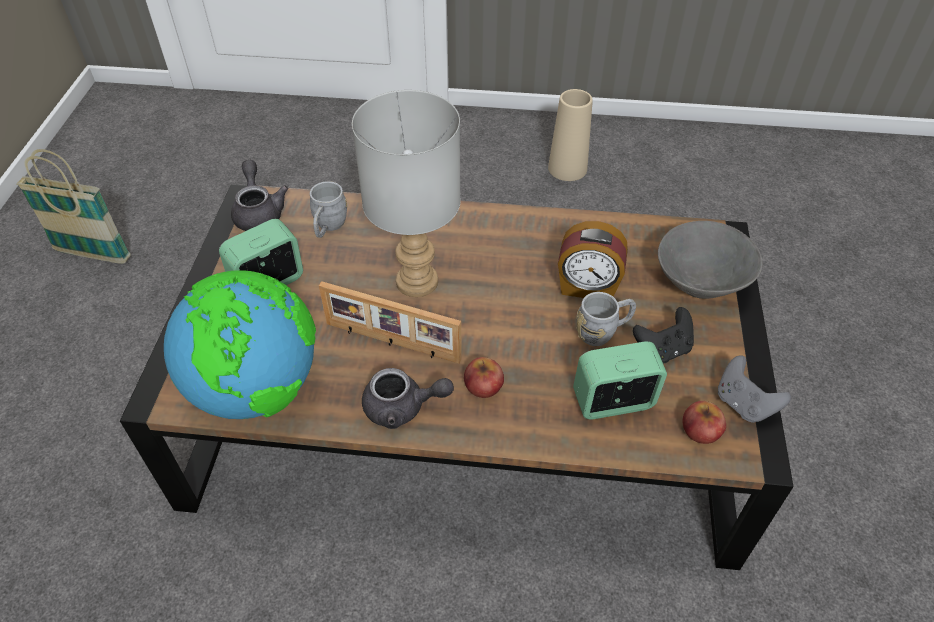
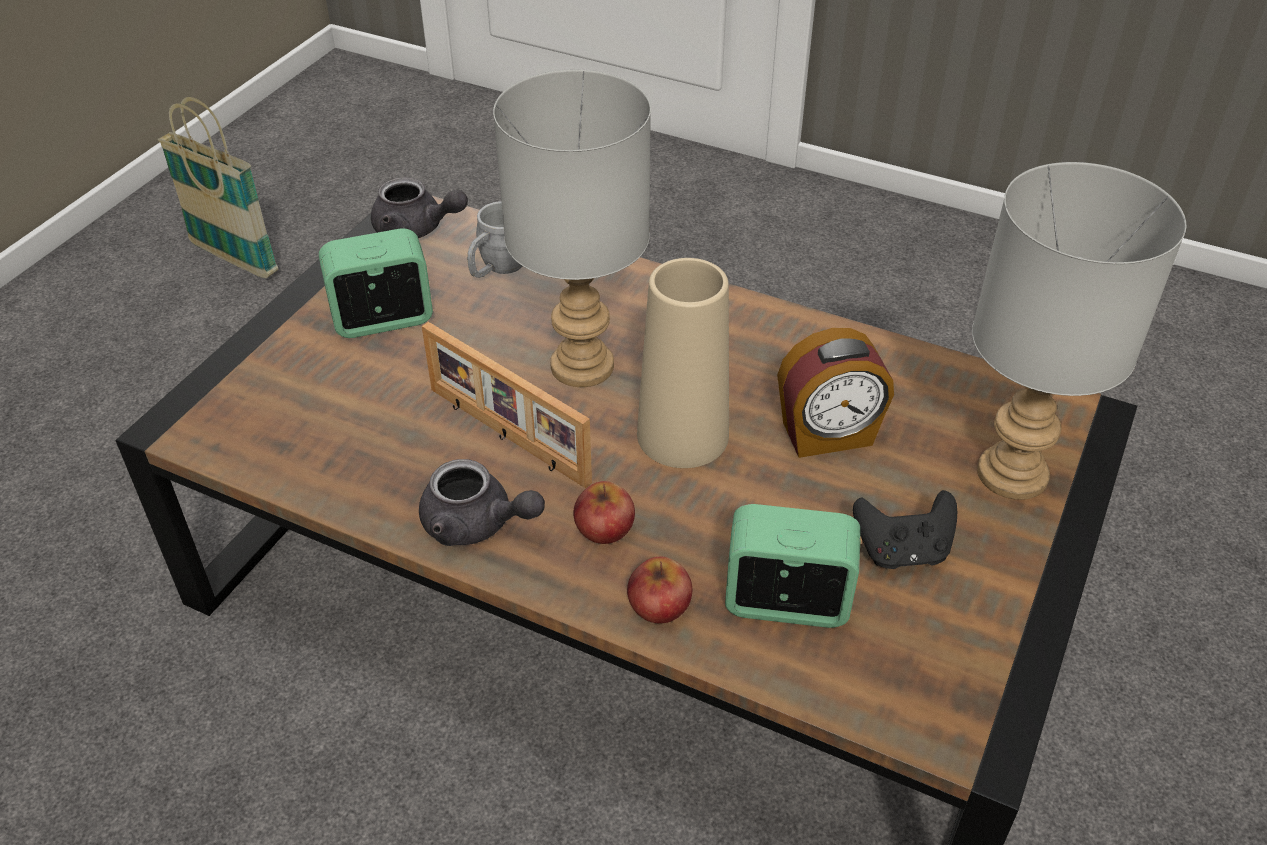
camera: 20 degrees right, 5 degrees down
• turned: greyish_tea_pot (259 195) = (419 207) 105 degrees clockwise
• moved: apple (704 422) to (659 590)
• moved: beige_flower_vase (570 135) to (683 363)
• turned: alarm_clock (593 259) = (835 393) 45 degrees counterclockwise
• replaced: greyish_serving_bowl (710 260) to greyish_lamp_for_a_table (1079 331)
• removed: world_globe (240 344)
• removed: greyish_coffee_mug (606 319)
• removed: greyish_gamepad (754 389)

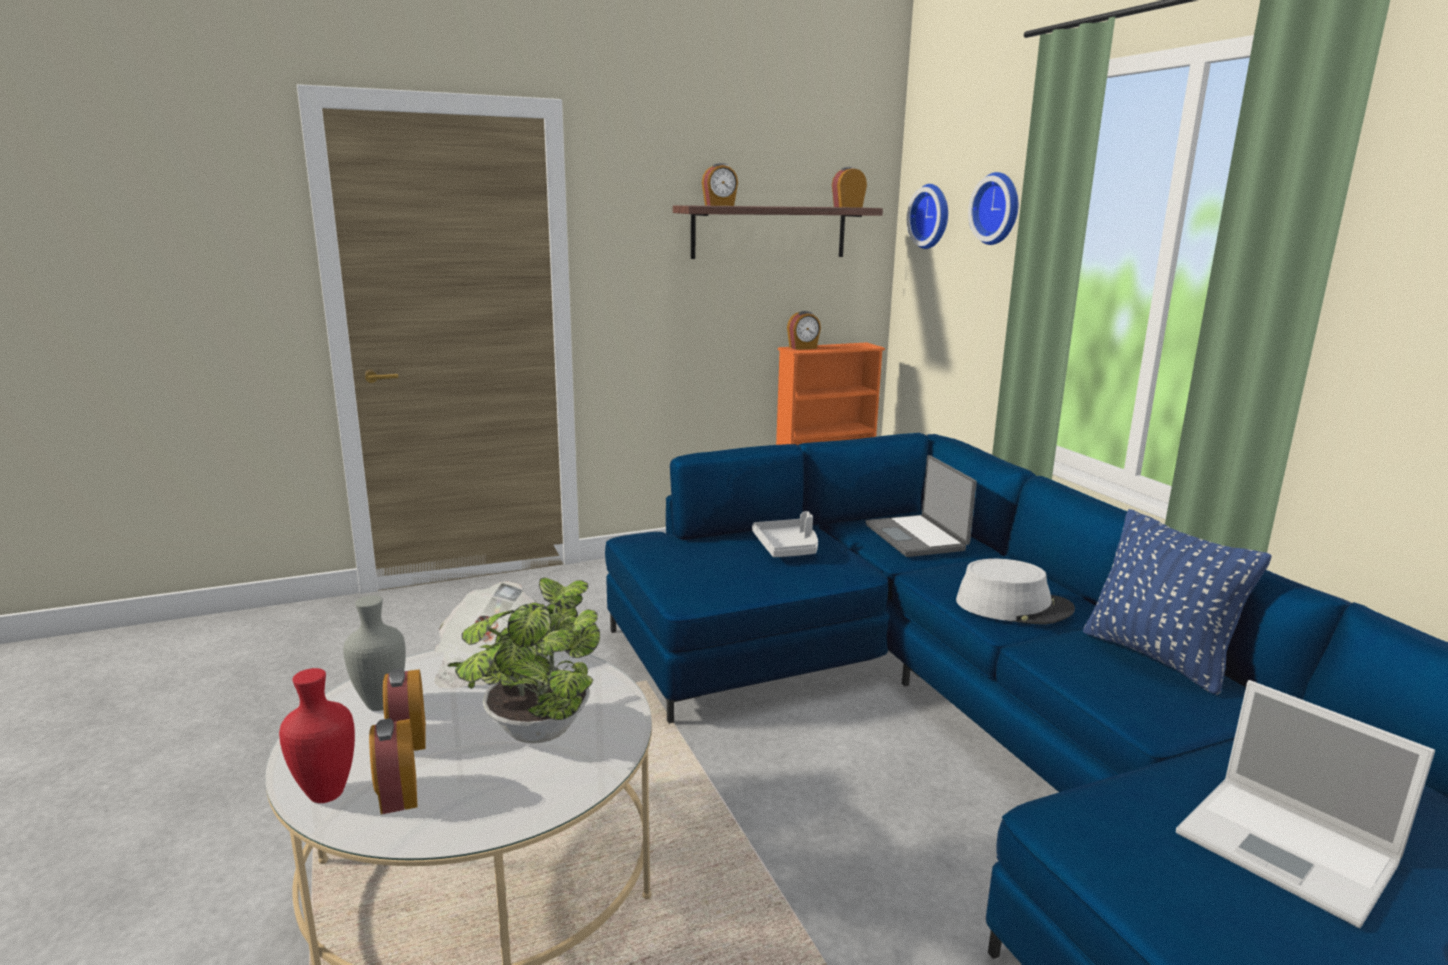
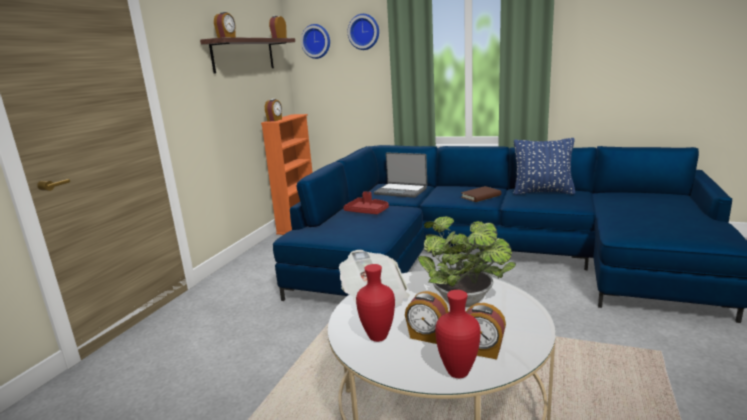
camera: 45 degrees left, 0 degrees up
• recoloured: greyish_carrying_tray (785 534) to reddish_carrying_tray (366 202)
• recoloured: greyish_flower_vase (374 653) to reddish_flower_vase (375 303)
• replaced: greyish_hat (1015 592) to brownish_volume (481 194)
• removed: laptop (1305 804)

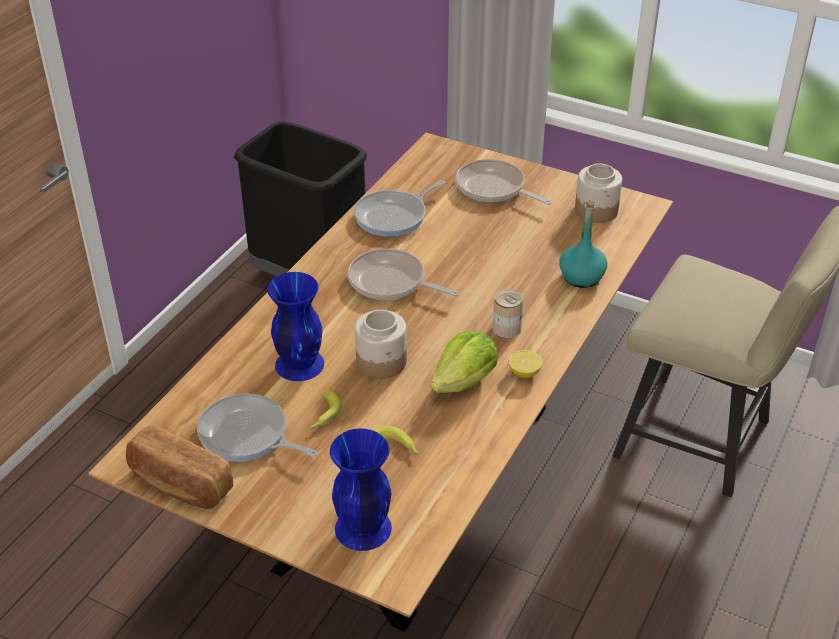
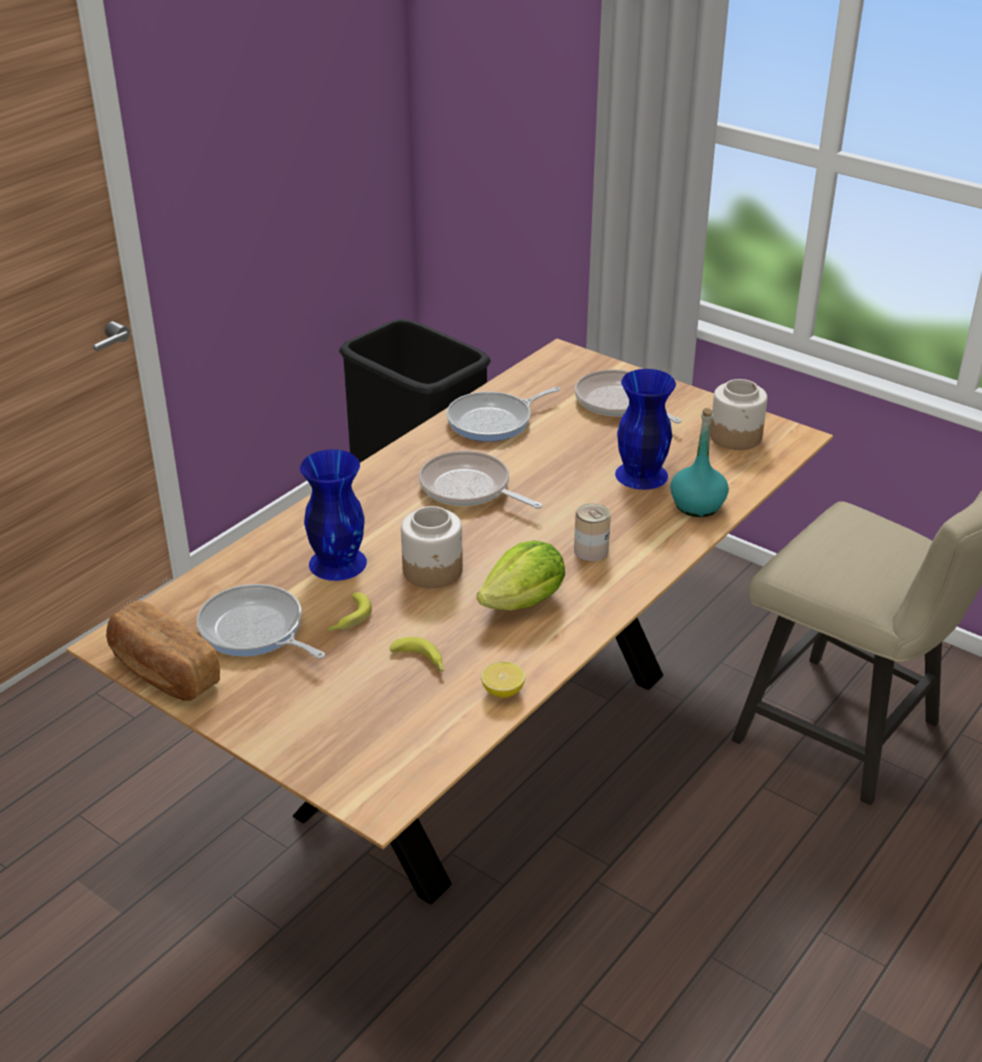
camera: 10 degrees right, 5 degrees down
• moved: lemon (525 364) to (503 679)
• moved: bluish_flower_vase (361 489) to (645 429)

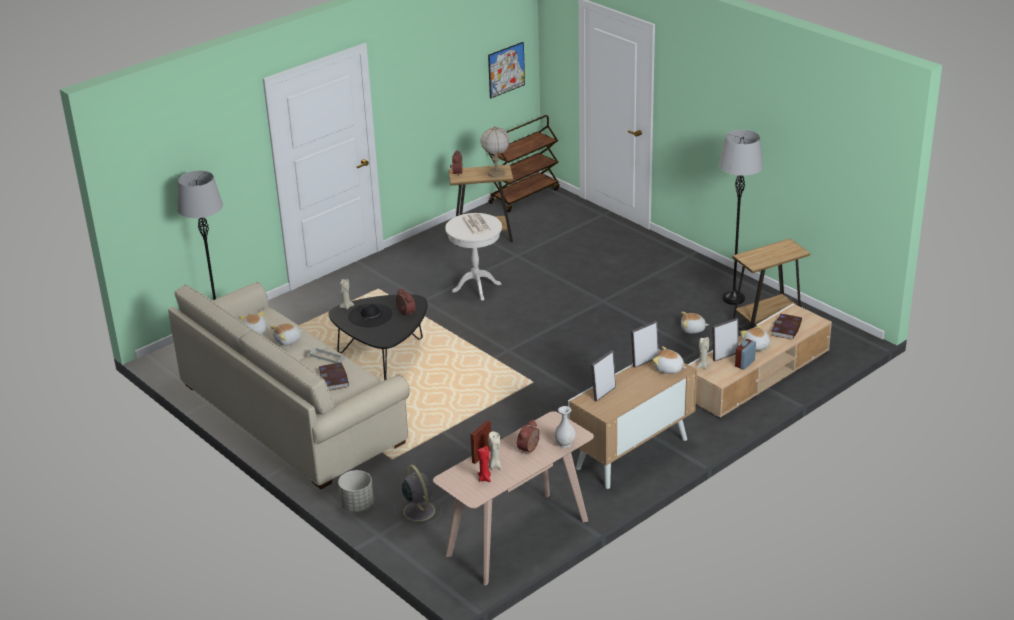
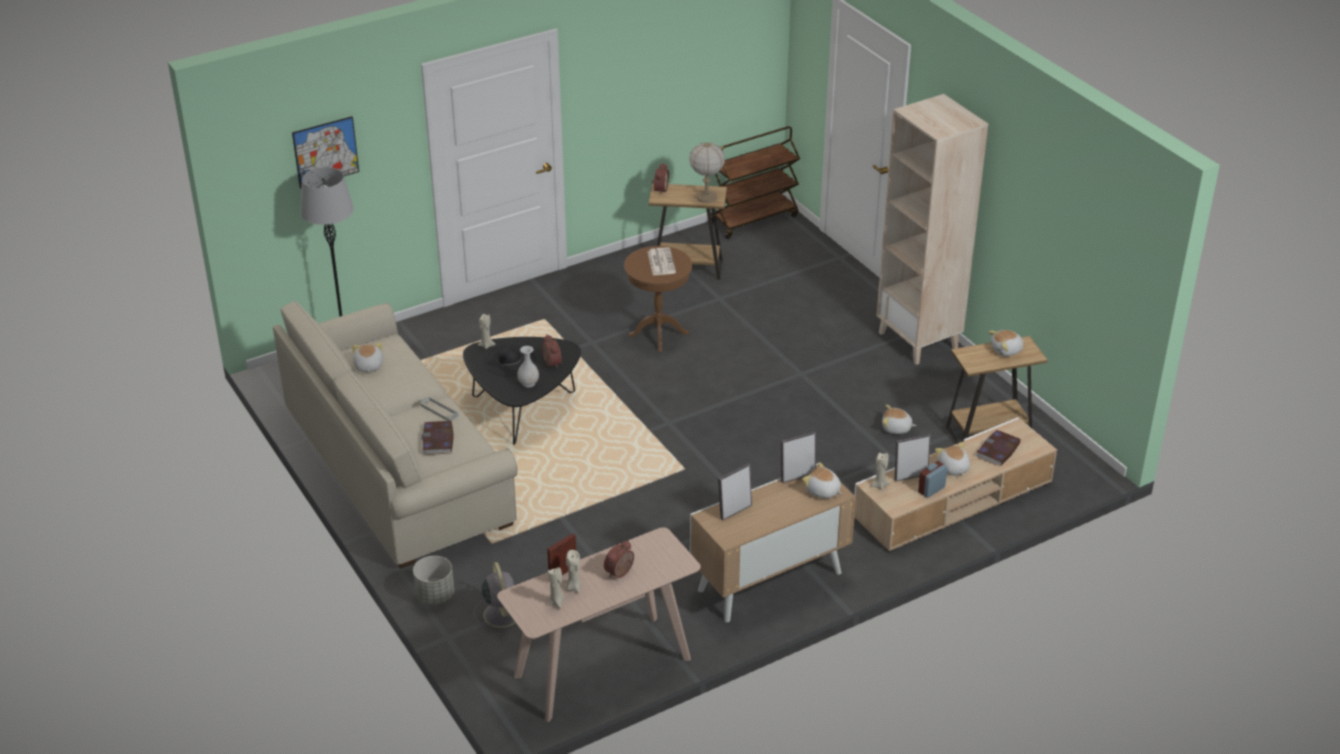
camera: 10 degrees right, 5 degrees up
• moved: picture (506 70) to (325 152)
• moved: whitish_flower_vase (565 427) to (528 366)
• recoloured: reddish_candle (484 464) to beige_candle (556 588)
• recoloured: whitish_side_table (473 257) to brownish_side_table (658 299)
• added: beige_shelving_unit (932 229)
• moved: plush_toy (286 334) to (1007 343)
• removed: greyish_standard_lamp (741 217)

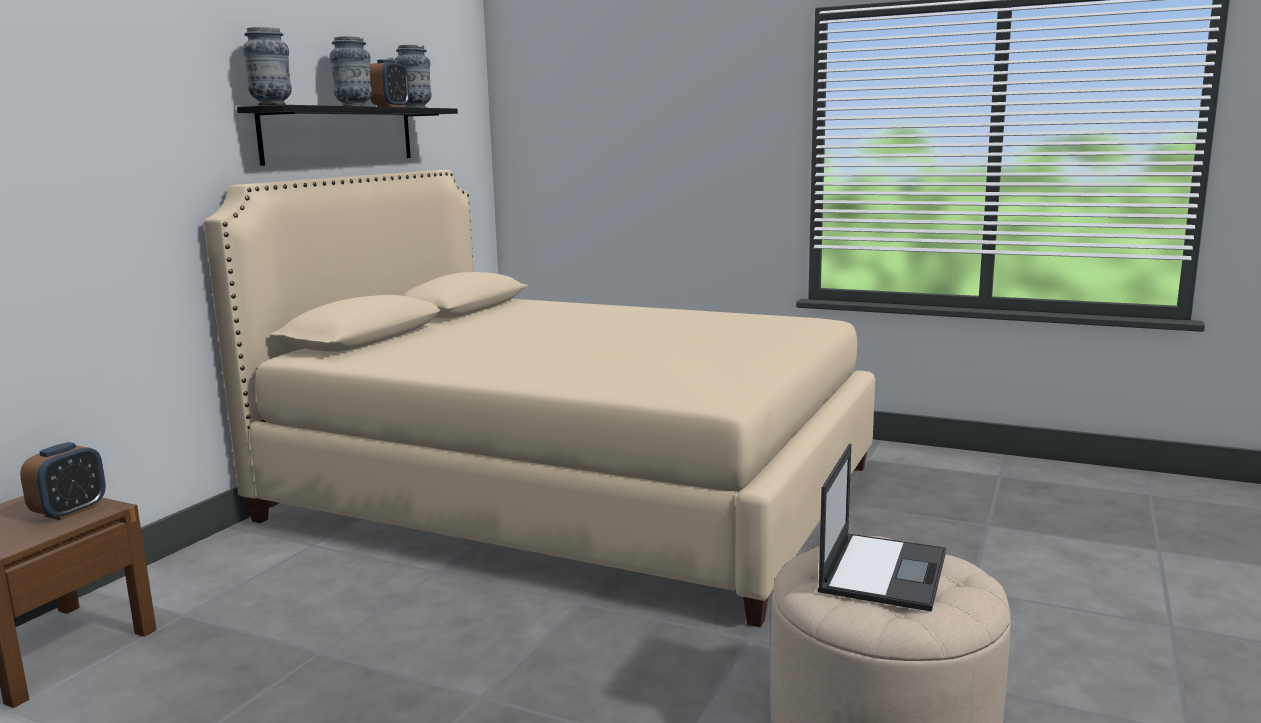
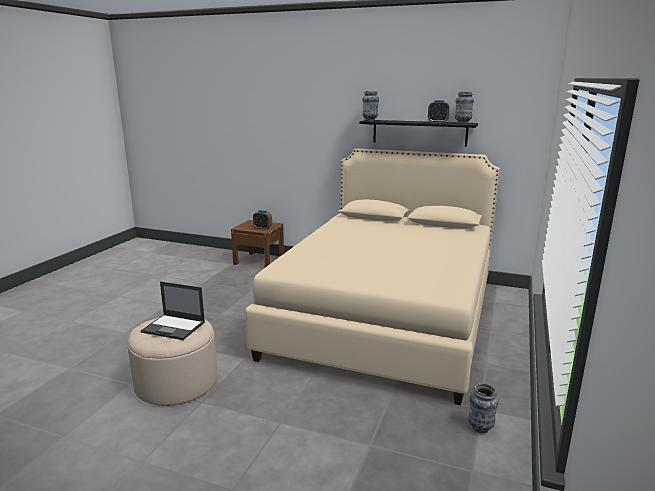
camera: 85 degrees right, 5 degrees up
• moved: flower_vase (350 71) to (483 408)

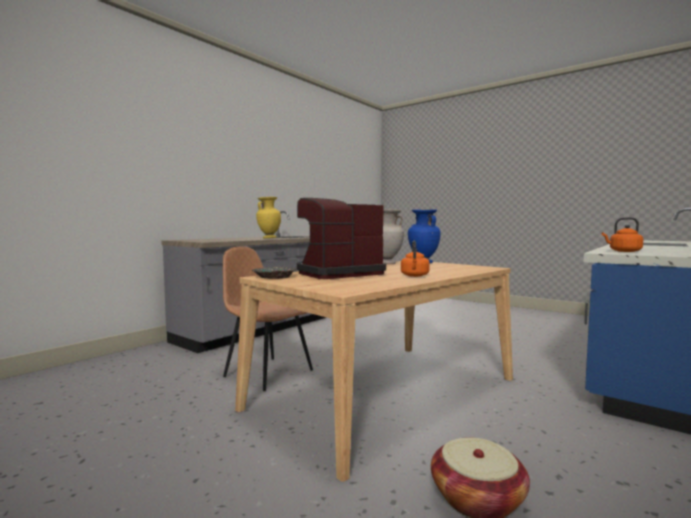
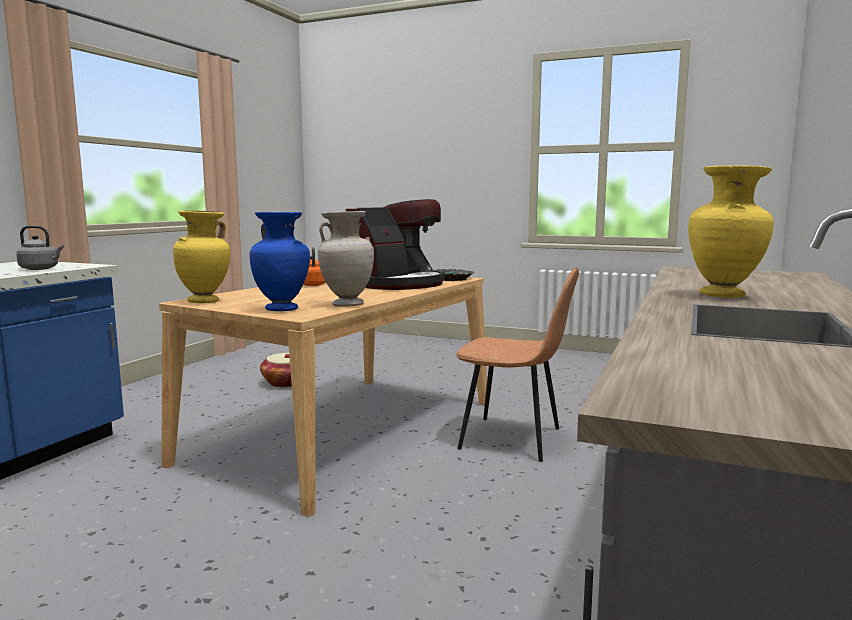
camera: 165 degrees right, 5 degrees up
• recoloured: orangey_kettle (622 234) to greyish_kettle (40 247)
• added: yellow-coloured_flower_vase (201 256)

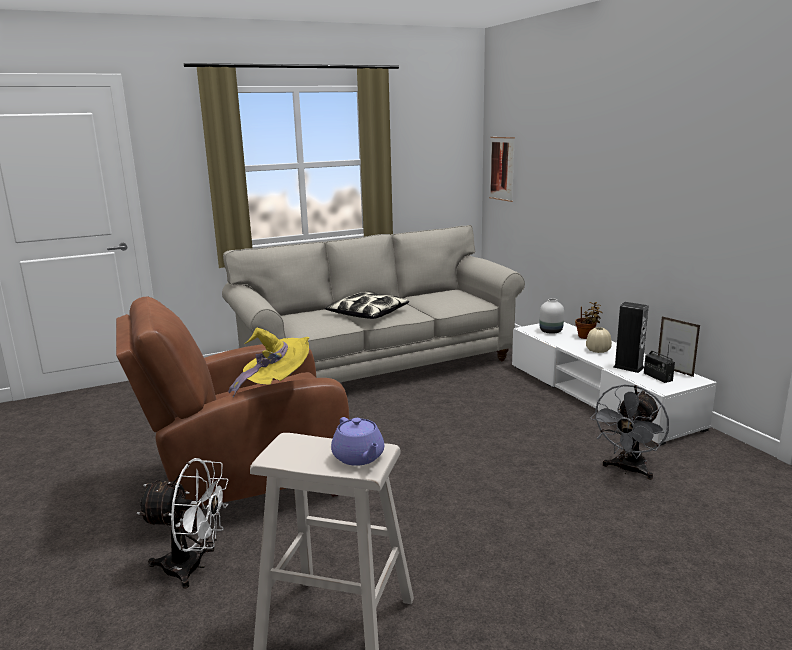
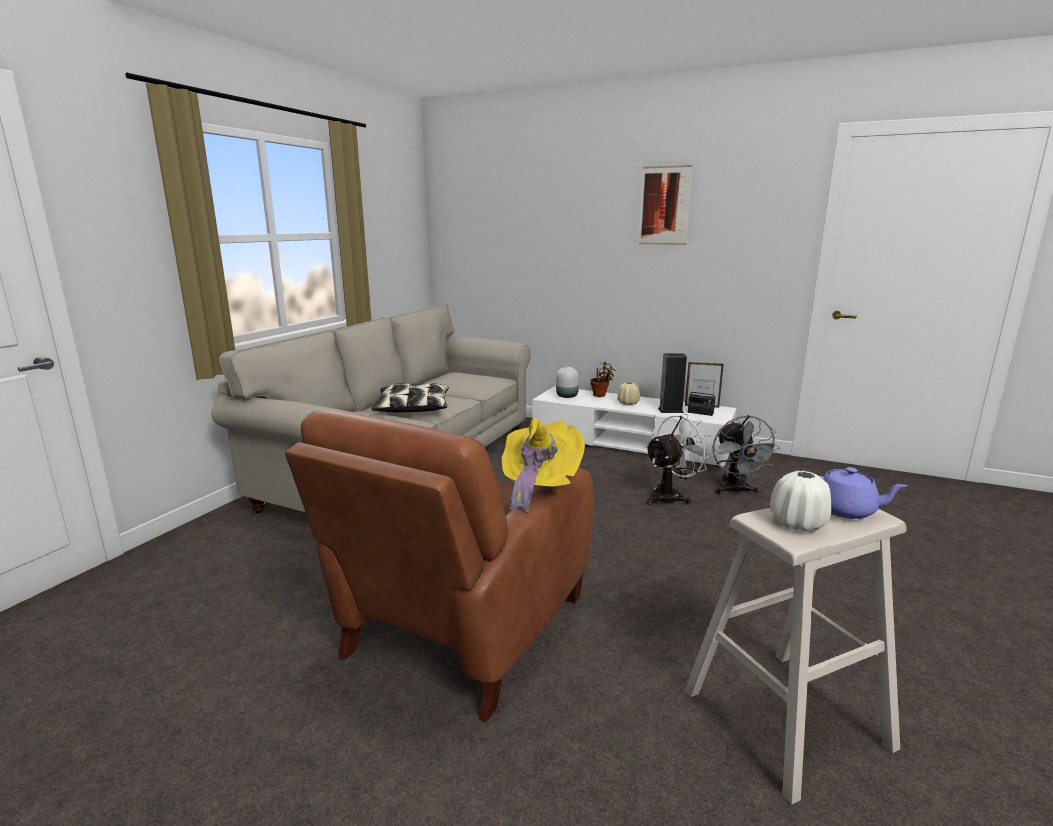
camera: 40 degrees left, 0 degrees up
• moved: picture (502 169) to (666 205)
• moved: whitish_fan (183 523) to (679 459)
• added: whitish_flower_vase (800 501)

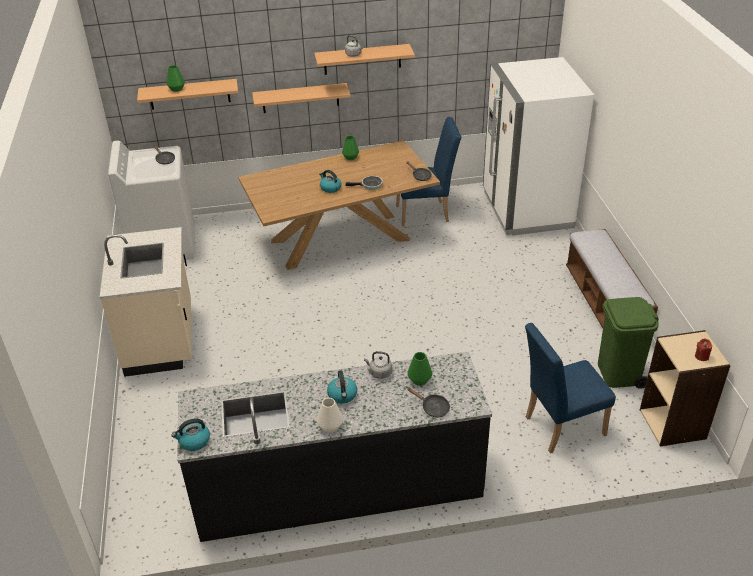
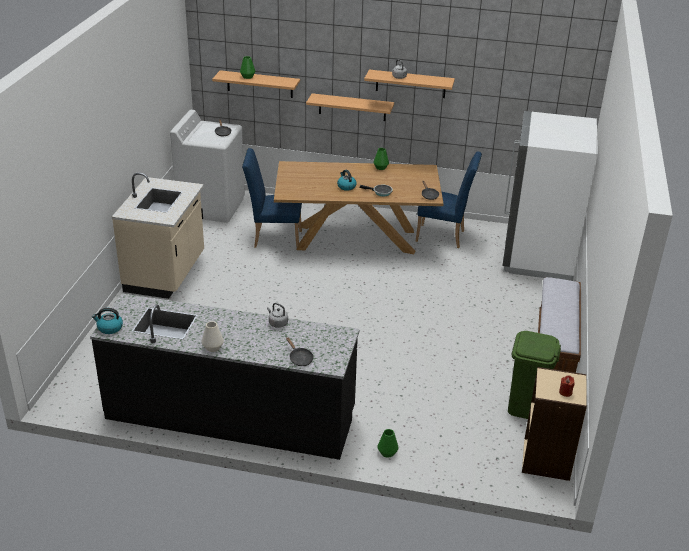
camera: 20 degrees right, 5 degrees down
• moved: bluish_plain_chair (570 388) to (272 198)
• moved: green-coloured_flower_vase (420 368) to (388 443)
• removed: kettle (342 387)

